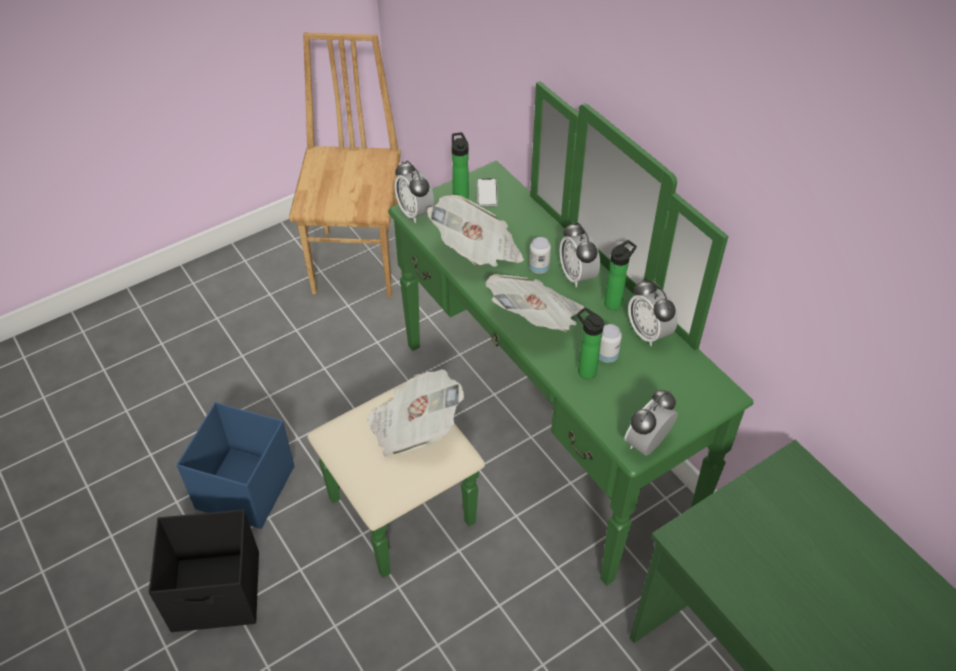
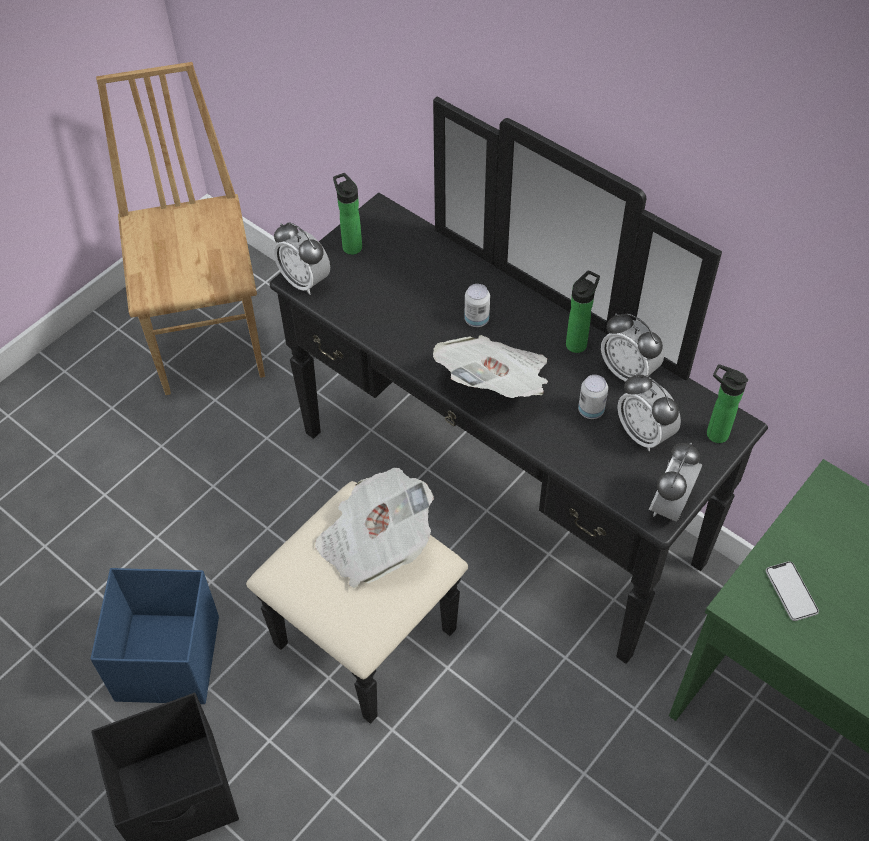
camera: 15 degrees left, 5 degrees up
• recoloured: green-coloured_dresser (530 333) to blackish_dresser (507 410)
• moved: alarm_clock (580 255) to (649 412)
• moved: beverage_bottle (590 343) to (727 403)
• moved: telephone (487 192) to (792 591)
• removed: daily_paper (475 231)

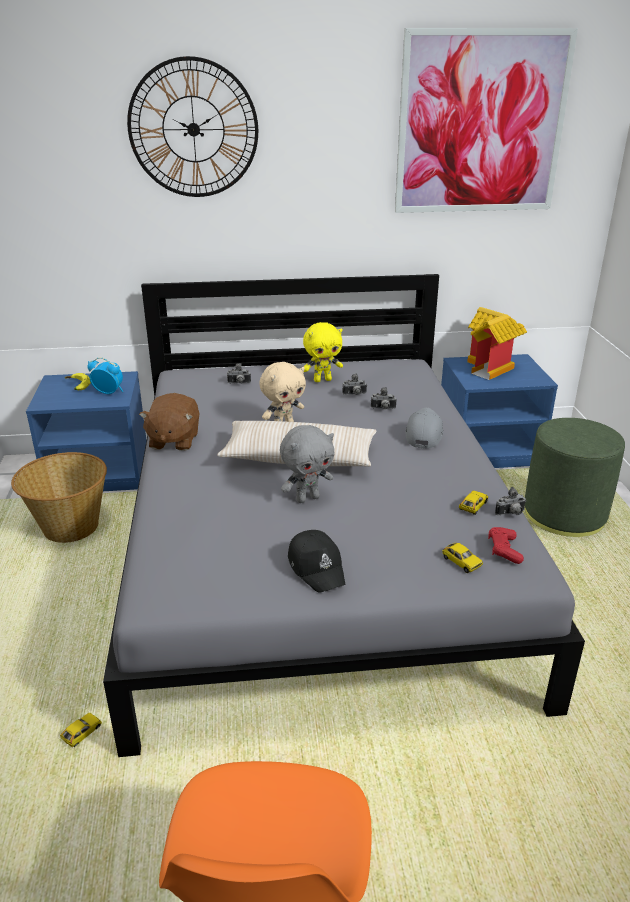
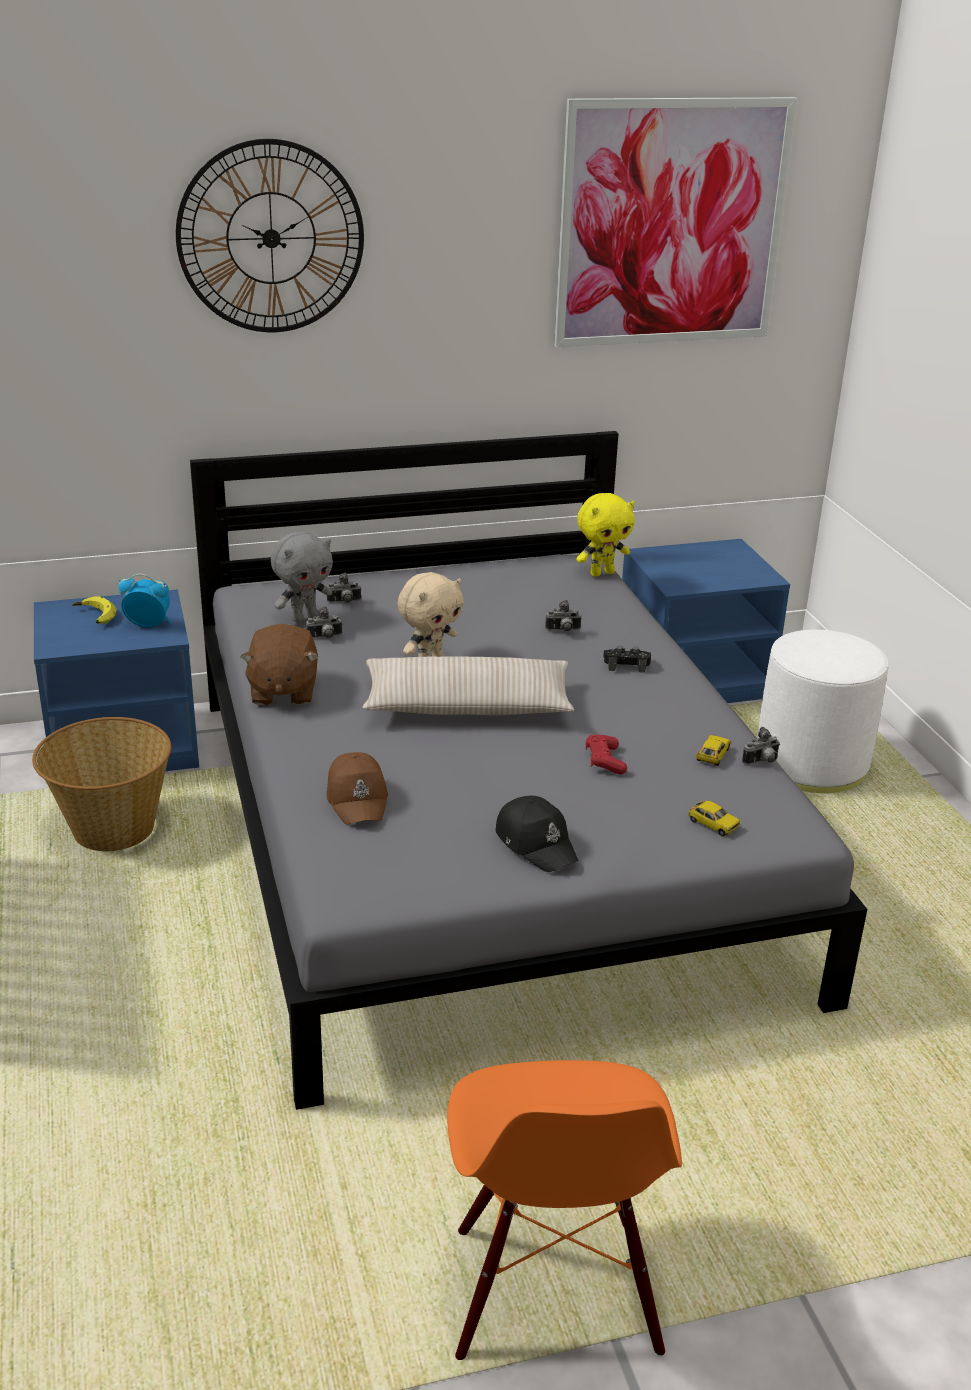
camera: 10 degrees left, 0 degrees up
• moved: greyish_plush_toy (307 464) to (302 577)
• moved: still_camera (355 384) to (324 622)
• added: brownish_cap (357 788)
• moved: yellow-coloured_plush_toy (323 352) to (605 535)
• moved: reddish_gamepad (506 545) to (606 755)
• replaced: greyish_cap (424 428) to blackish_gamepad (627 659)
• recoloured: green-coloured_ottoman (575 477) to whitish_ottoman (822 711)
• removed: miniature_car (81 730)
• removed: toy_house (497 343)

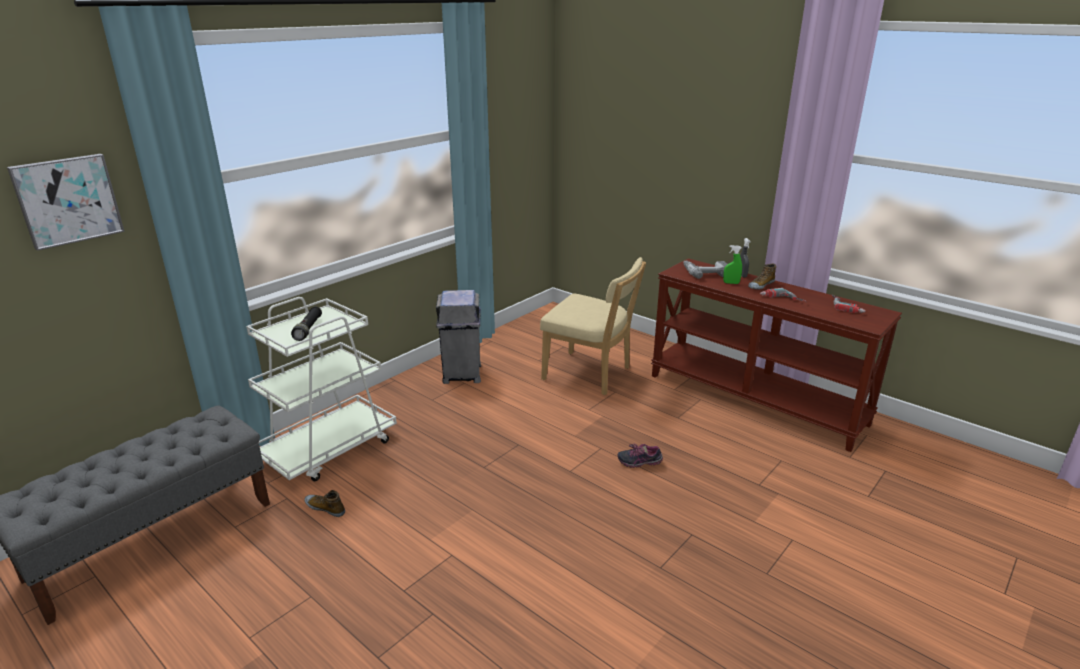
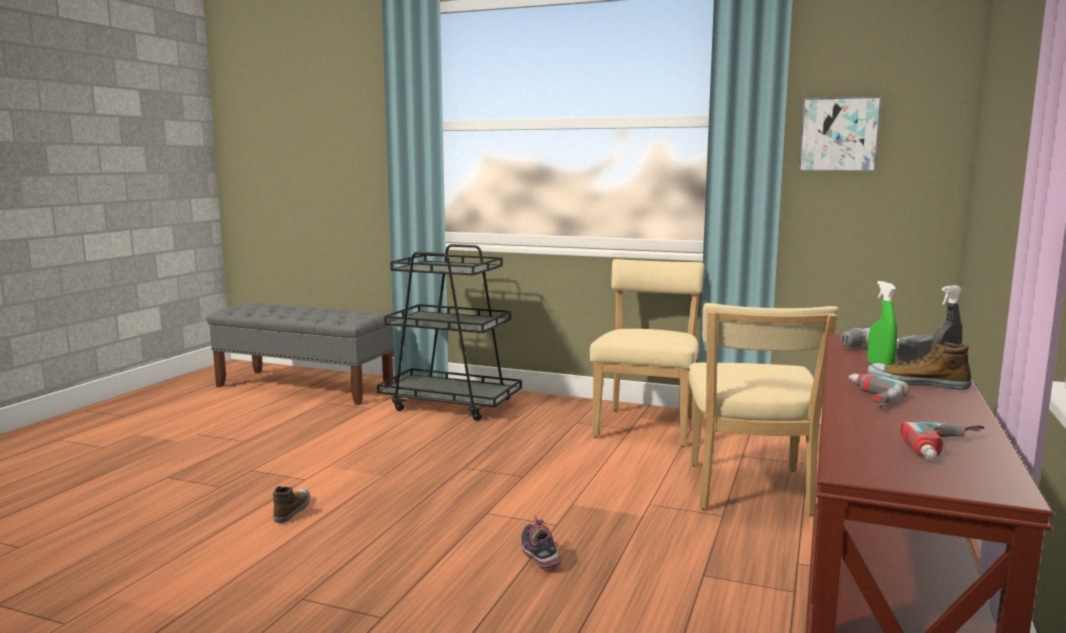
camera: 70 degrees right, 15 degrees down
• moved: low_shoe (324 503) to (291 504)
• recoloured: whitish_trolley (321 389) to blackish_trolley (449 332)
• replaced: greyish_rubbish_bin (458 337) to beige_plain_chair (647 353)
• moved: picture (66 202) to (840 134)
• removed: blackish_hand_torch (306 324)

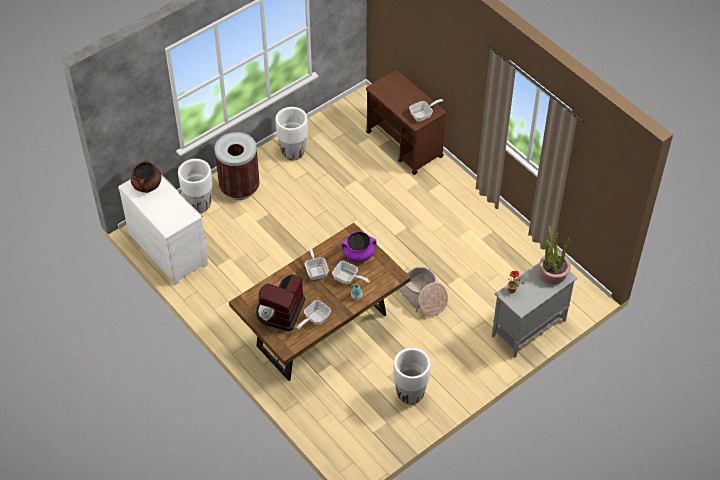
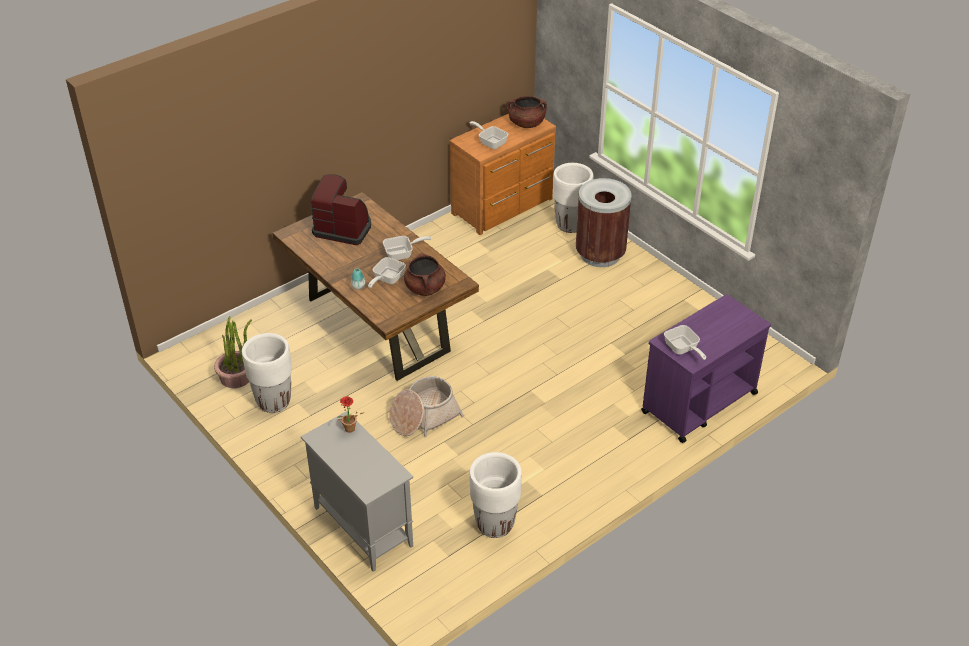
camera: 90 degrees right, 10 degrees down
• moved: plant_in_a_pot (555 254) to (233 352)
• recoloured: purplish_saucepot (359 246) to brownish_saucepot (425 274)
• recoloured: whitish_dresser (163 230) to brownish_dresser (502 174)
• moved: pan (314 314) to (488 135)
• moved: whitish_plant_pot (291 133) to (495 495)
• recoloured: brownish_trolley (406 122) to purplish_trolley (706 368)

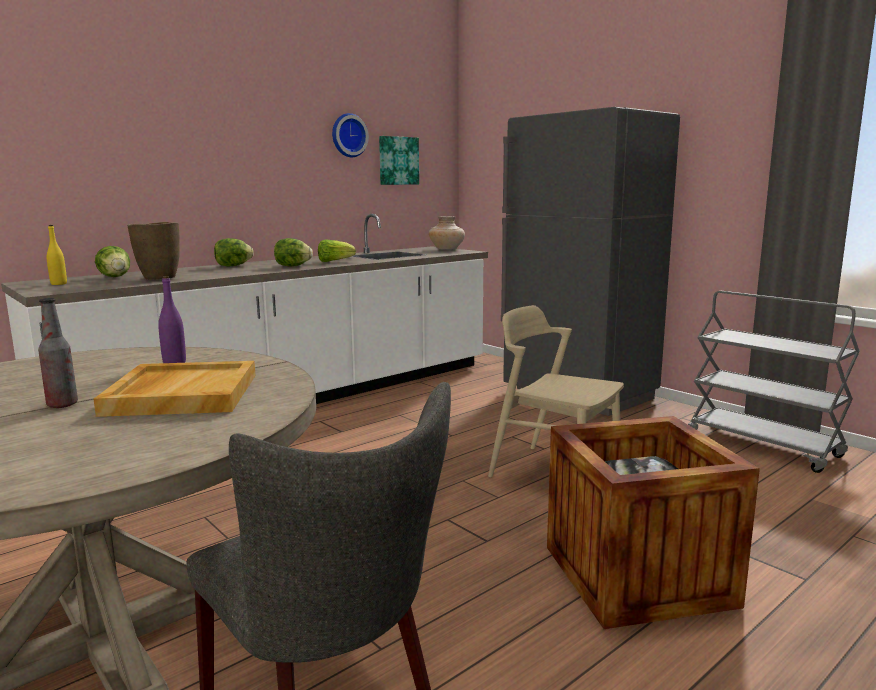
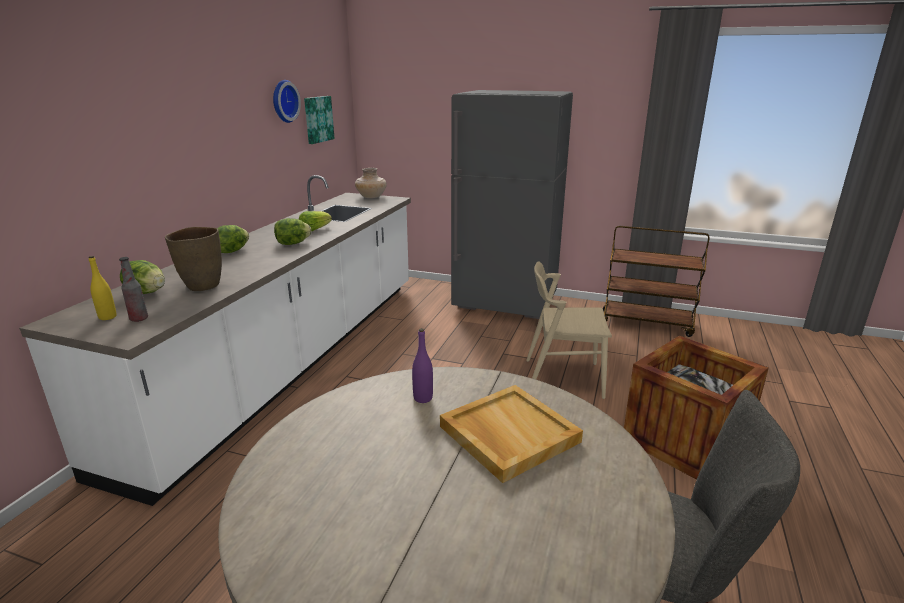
camera: 30 degrees left, 10 degrees up
• moved: beverage_bottle (58 353) to (133 289)
• recoloured: greyish_trolley (774 382) to brownish_trolley (656 281)

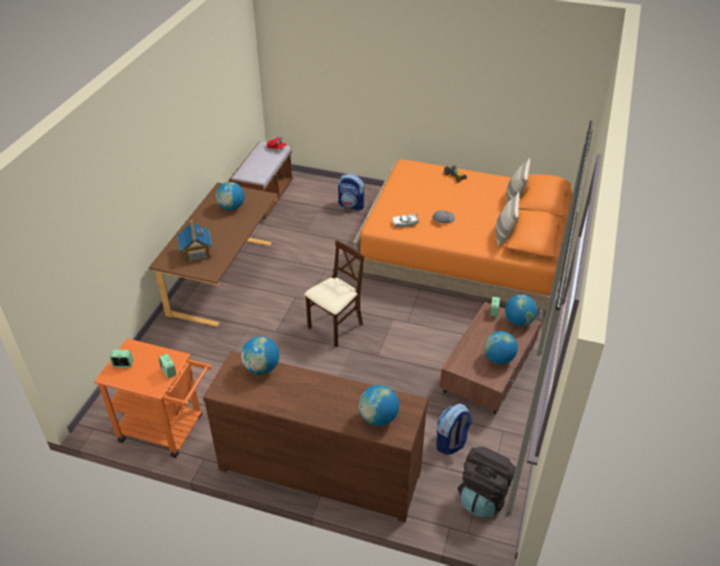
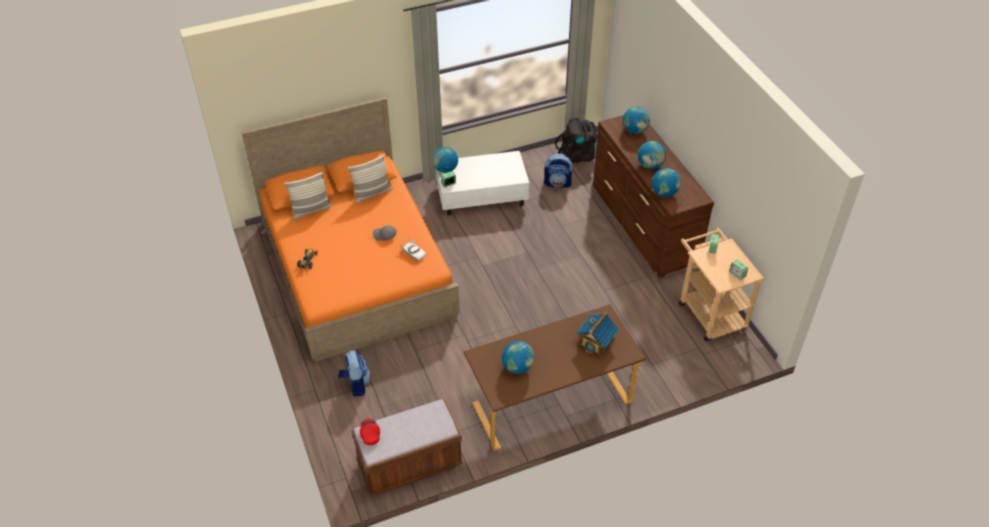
camera: 130 degrees left, 5 degrees up
• recoloured: brownish_lounge_table (490 358) to whitish_lounge_table (482 183)
• moved: world_globe (501 347) to (652 155)
• recoloured: orangey_trolley (153 398) to beige_trolley (721 284)
• removed: beige_plain_chair (334 294)

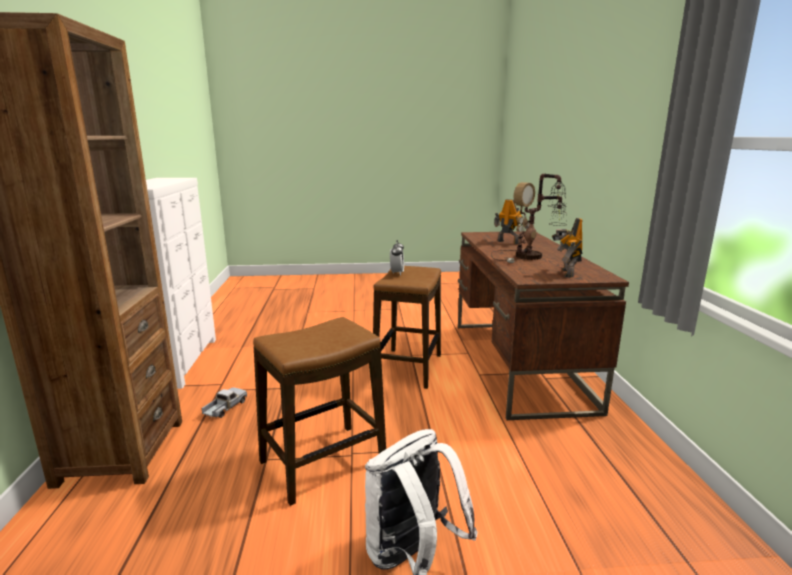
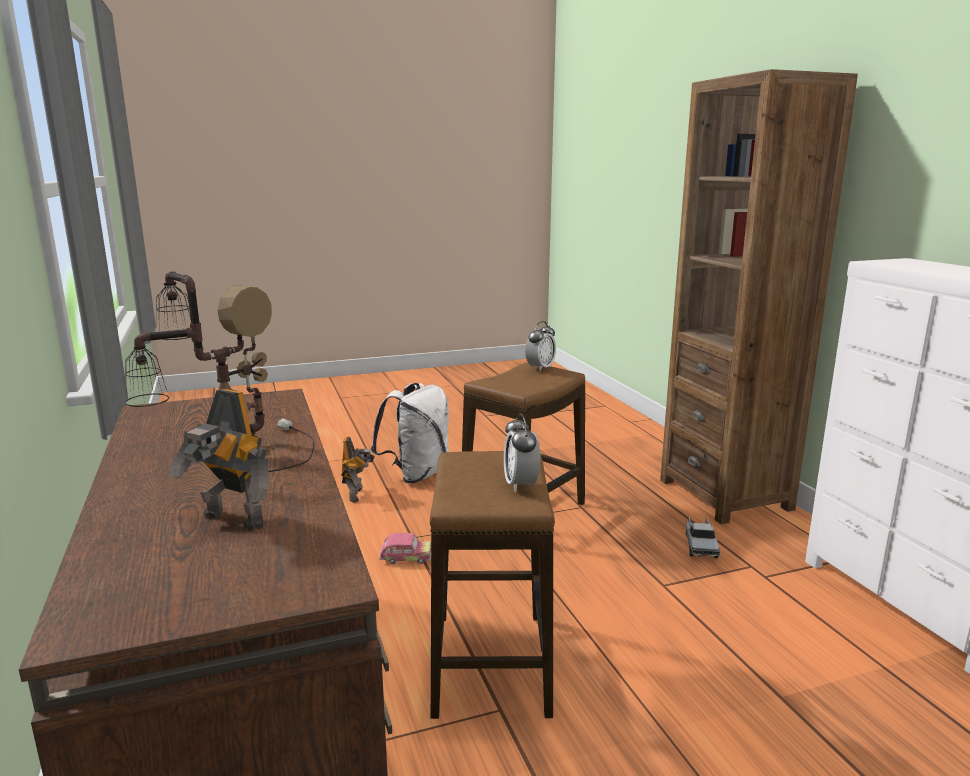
camera: 165 degrees right, 0 degrees up
• moved: model_robot (567 248) to (358 470)
• added: miniature_car (405 548)
• added: alarm_clock (540 346)

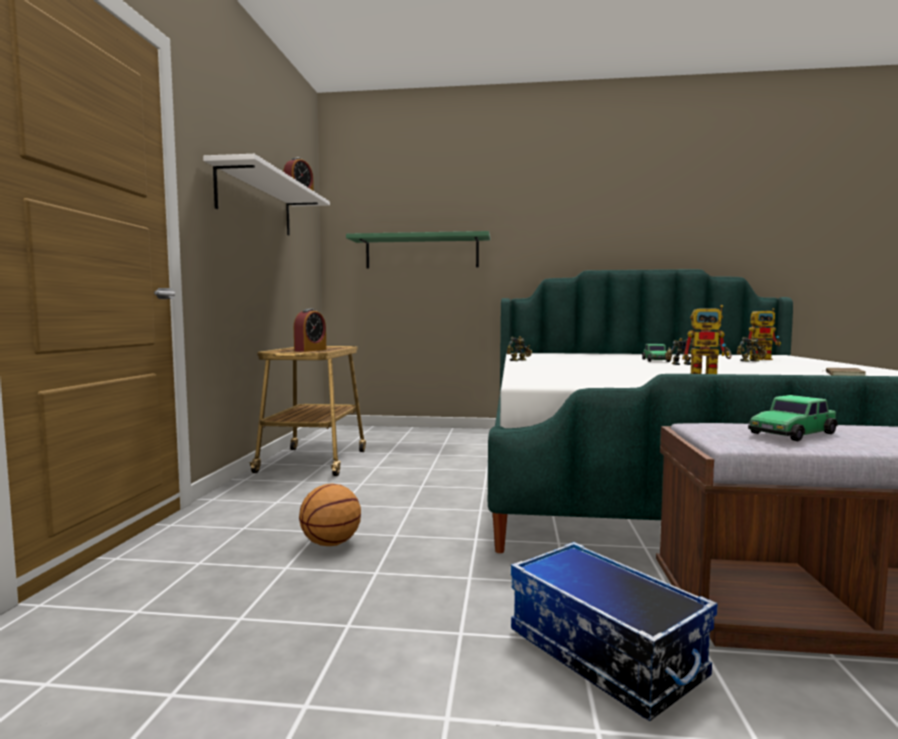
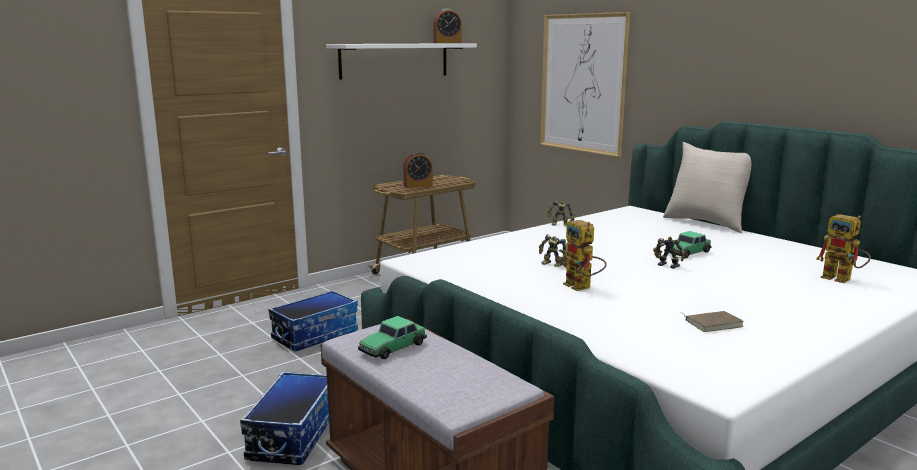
camera: 45 degrees right, 10 degrees up
• replaced: basketball_ball (330 514) to storage_box (313 320)
• turned: miniature_car (793 418) = (392 337) 60 degrees counterclockwise
• moved: model_robot (752 349) to (552 250)
• replaced: green-coloured_bracket_shelf (418 250) to picture (585 84)
• added: beige_throw_pillow (707 187)

